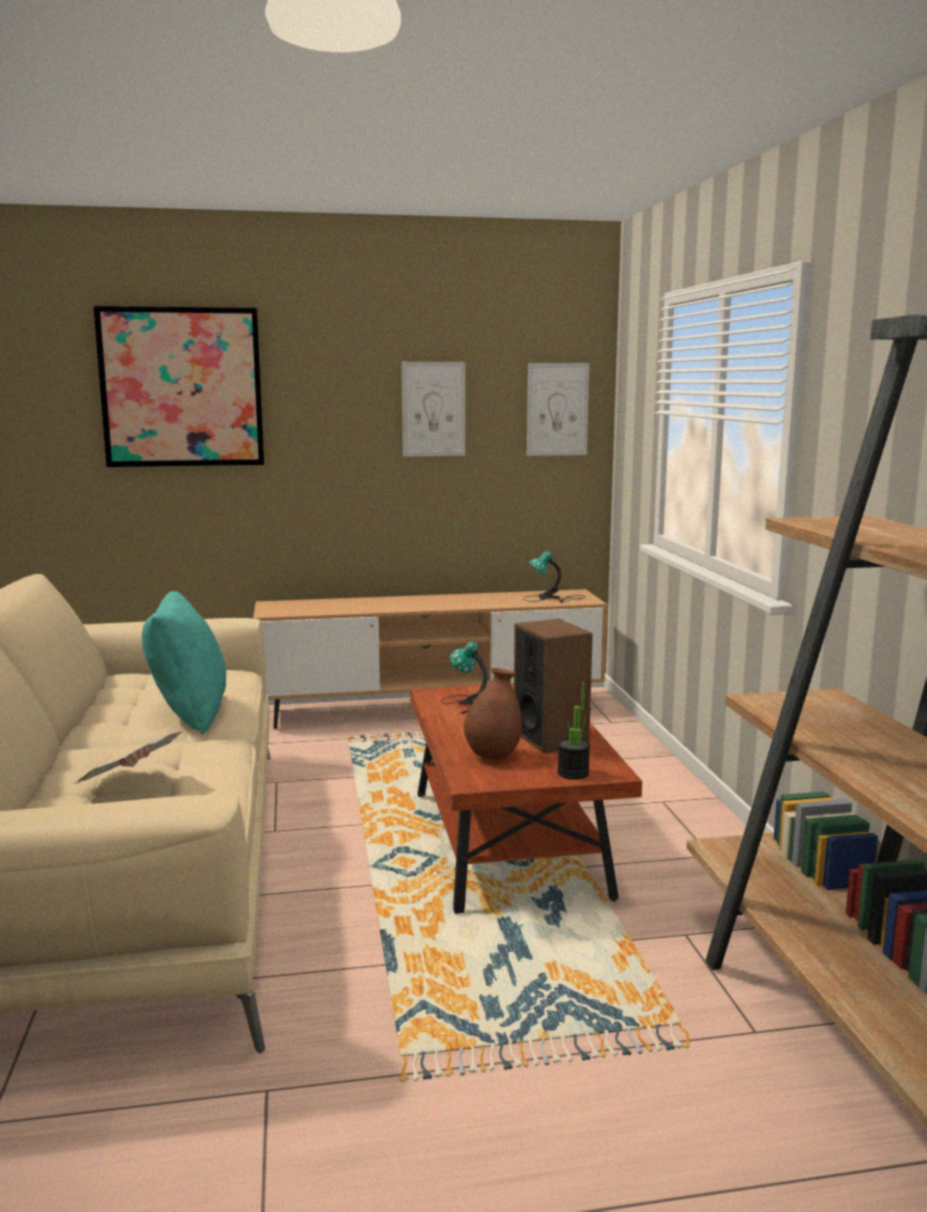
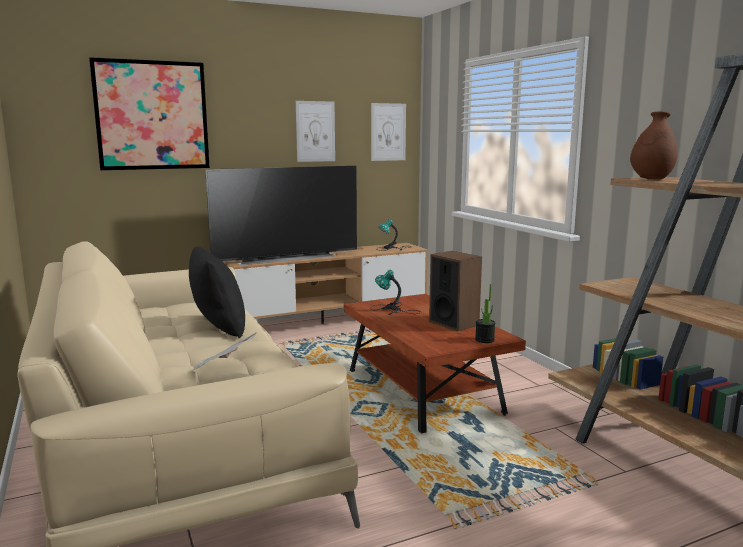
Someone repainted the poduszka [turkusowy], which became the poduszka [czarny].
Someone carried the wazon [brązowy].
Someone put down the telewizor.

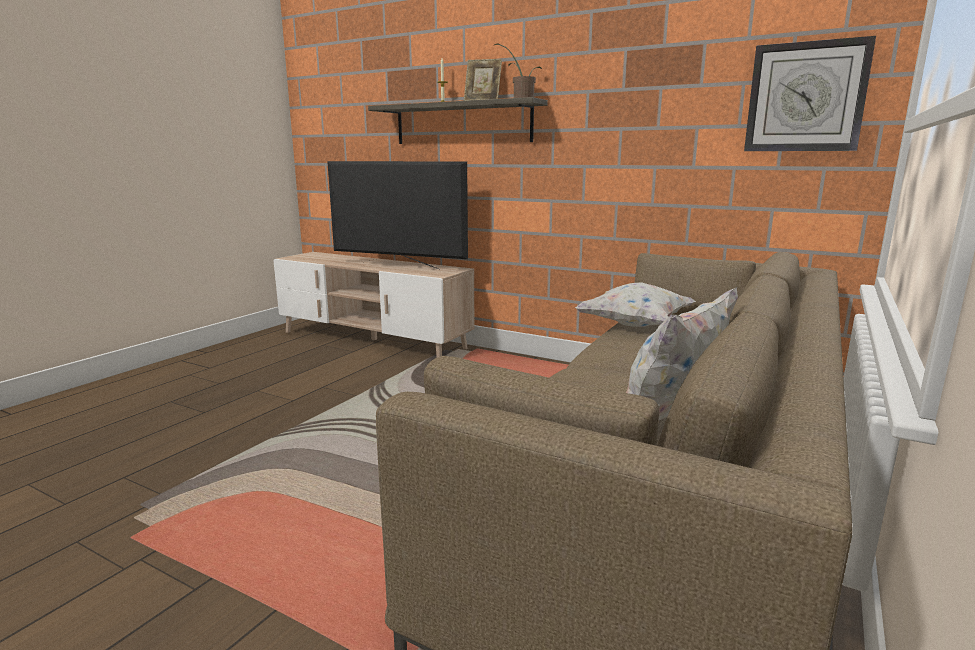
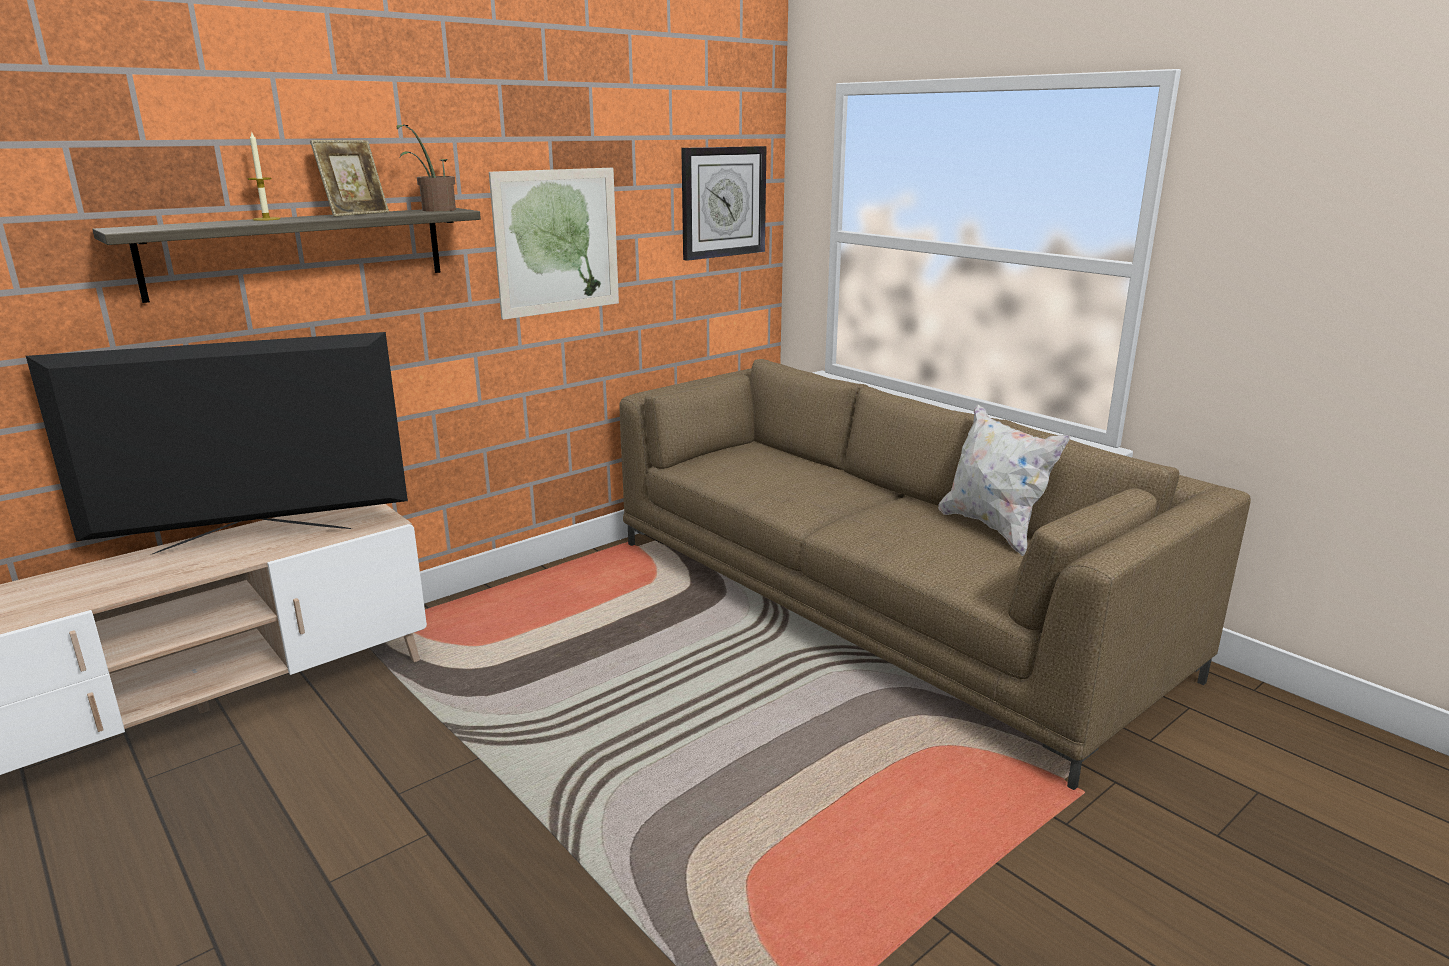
Someone rotated the telewizor by 150 degrees counterclockwise.
Someone took away the poduszka [biały] (no. 1 from left).
Someone put up the obraz.

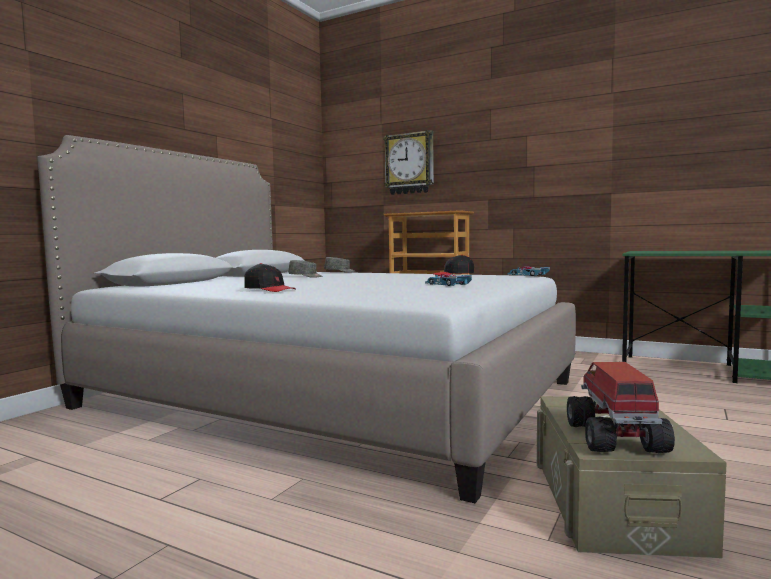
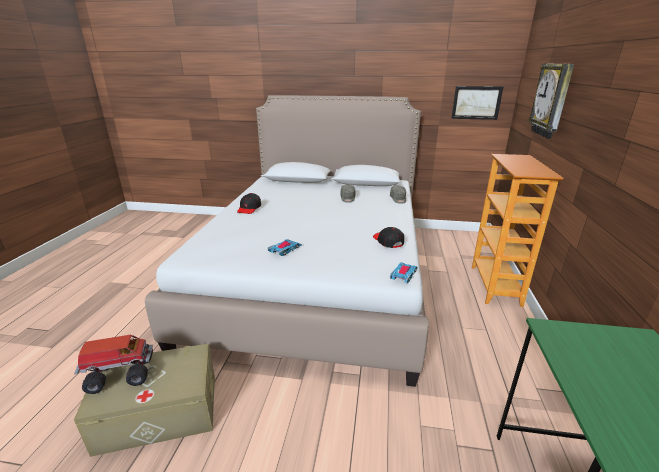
Someone put up the obraz.

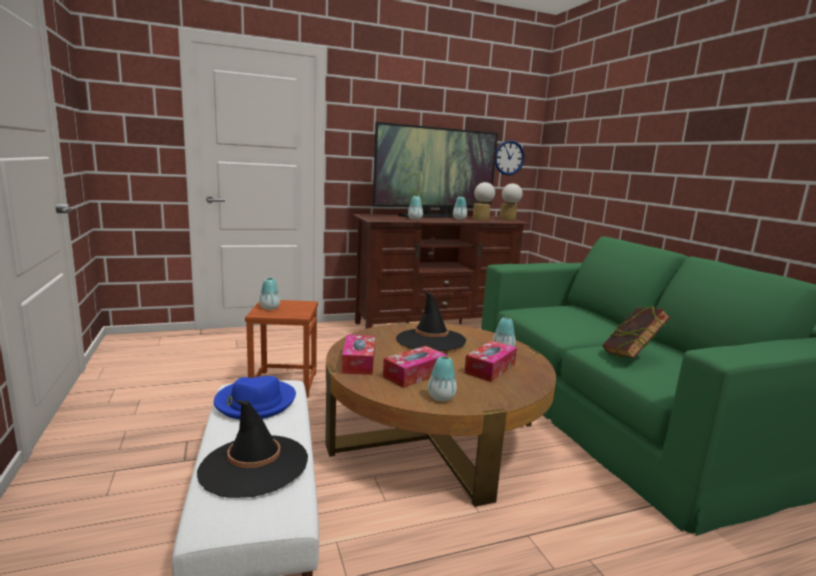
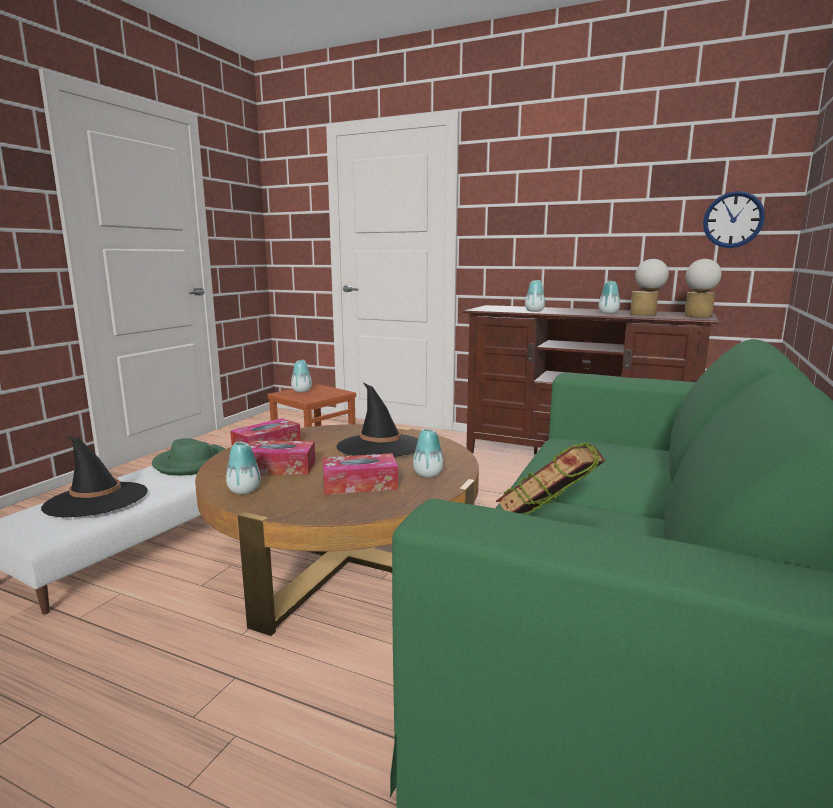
Someone took away the telewizor.
Someone repainted the kapelusz [niebieski], which became the kapelusz [zielony].

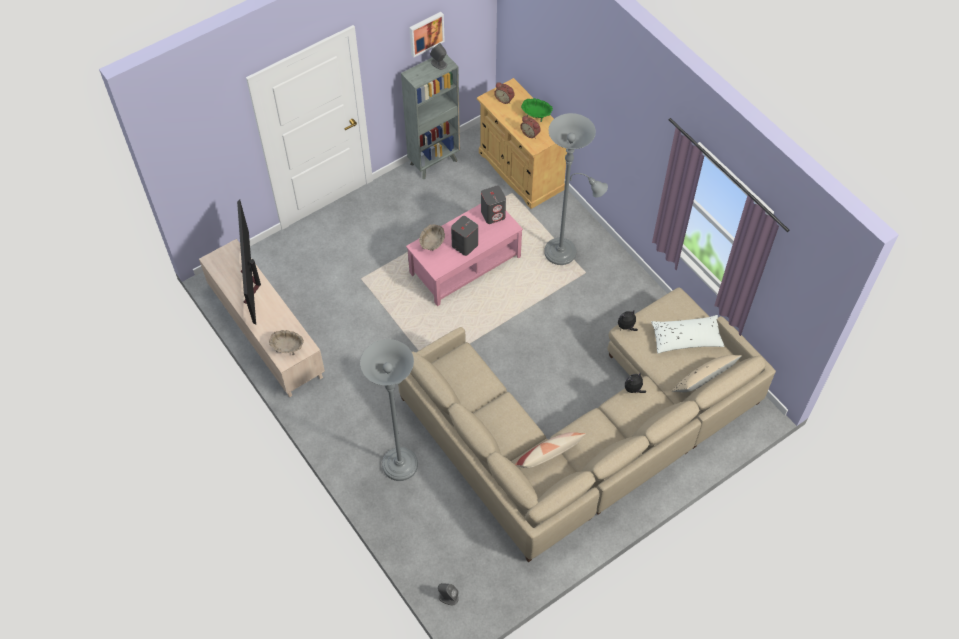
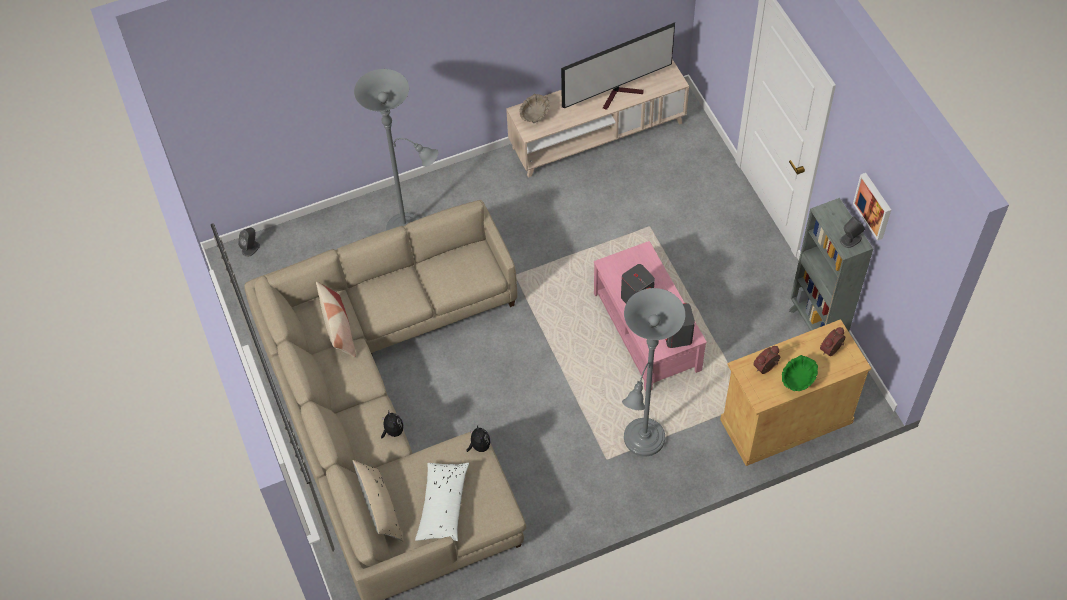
Someone rotated the telewizor by 150 degrees clockwise.
Someone took away the miska [beżowy] (no. 2 from left).

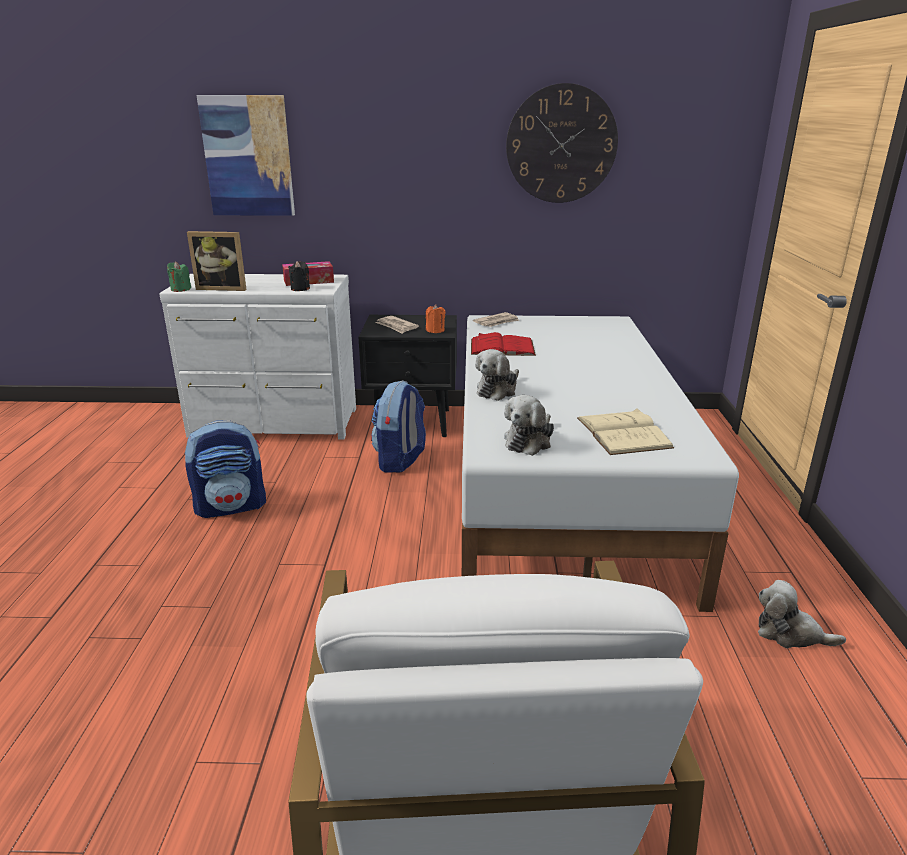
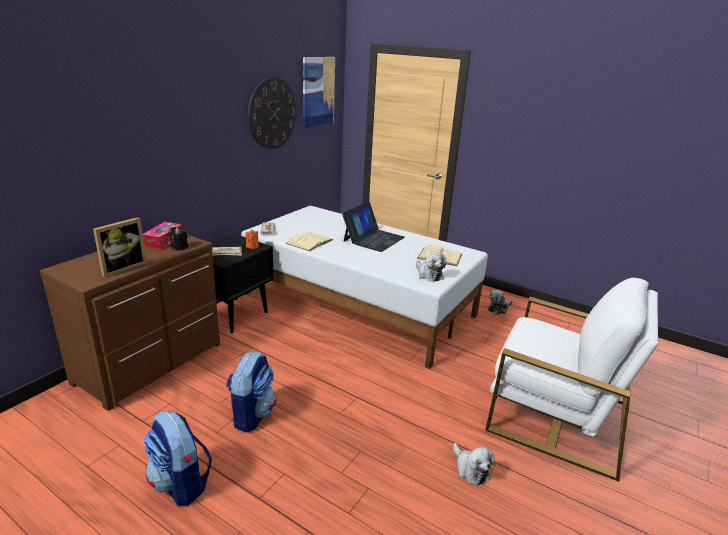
Someone carried the obraz.
Someone took away the świeca [zielony].
Someone repainted the komoda [biały], which became the komoda [brązowy].
Someone repainted the książka [czerwony], which became the książka [beżowy] (no. 1 from left).
Someone carried the pluszak (no. 1 from left in the first image).
Someone carried the plecak (no. 2 from left in the first image).
Someone put down the laptop.

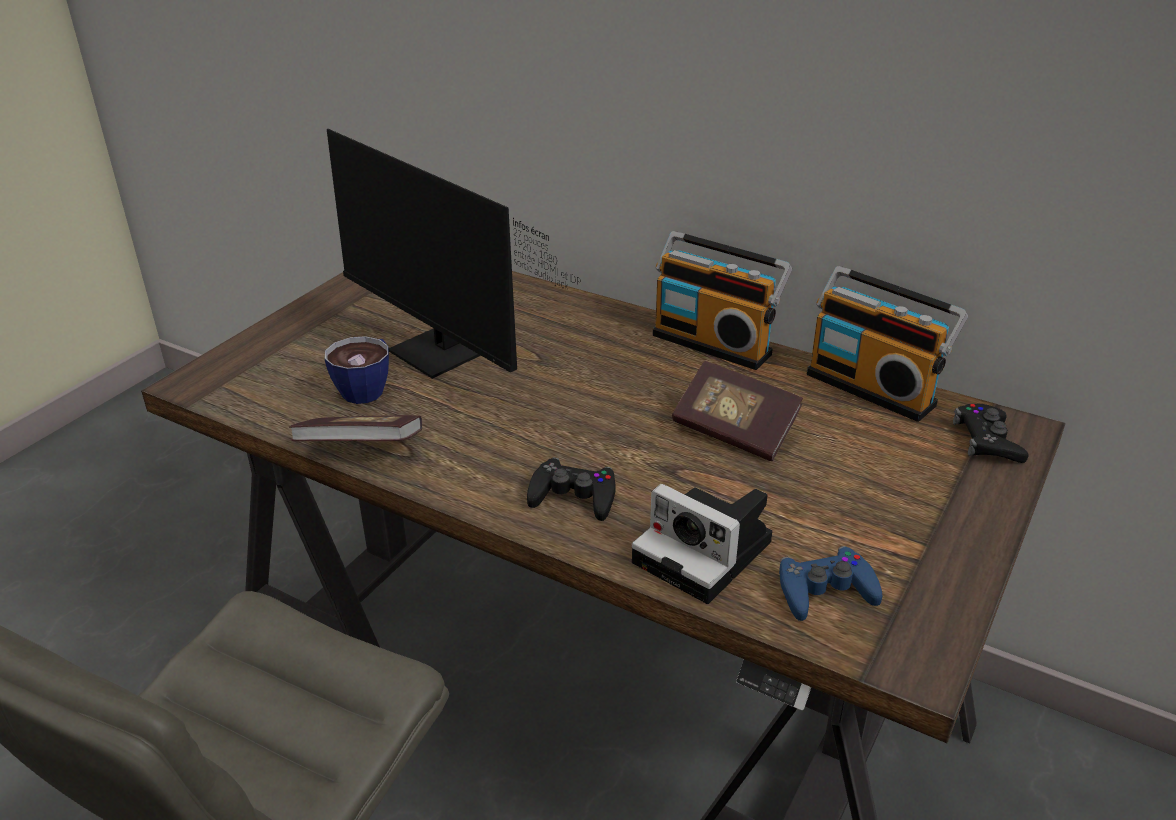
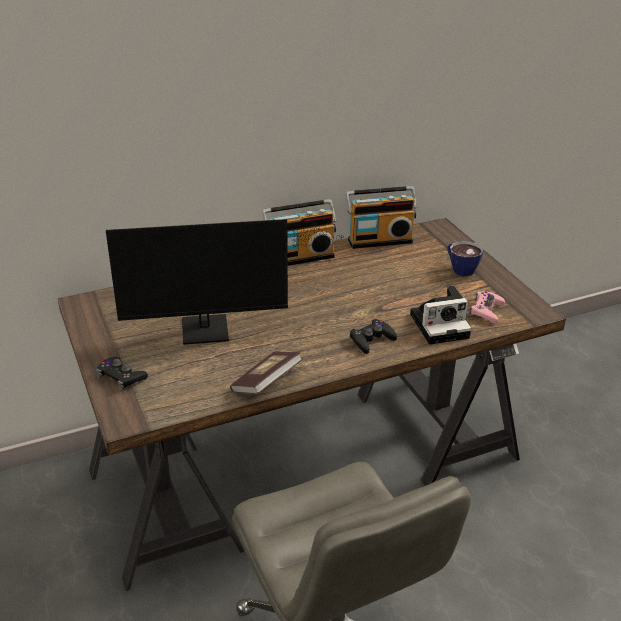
Someone carried the filiżanka.
Someone took away the książka (no. 2 from left).
Someone carried the pad do gier [czarny] (no. 2 from left in the first image).
Someone repainted the pad do gier [niebieski], which became the pad do gier [różowy].

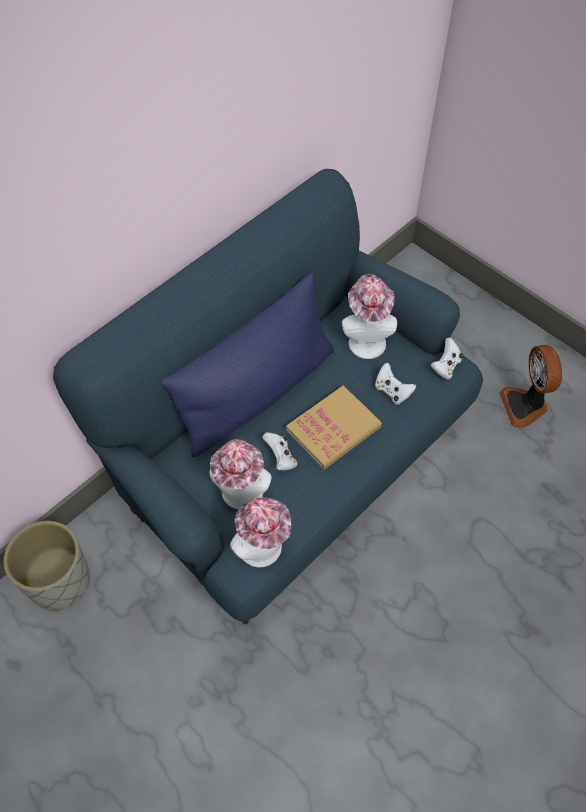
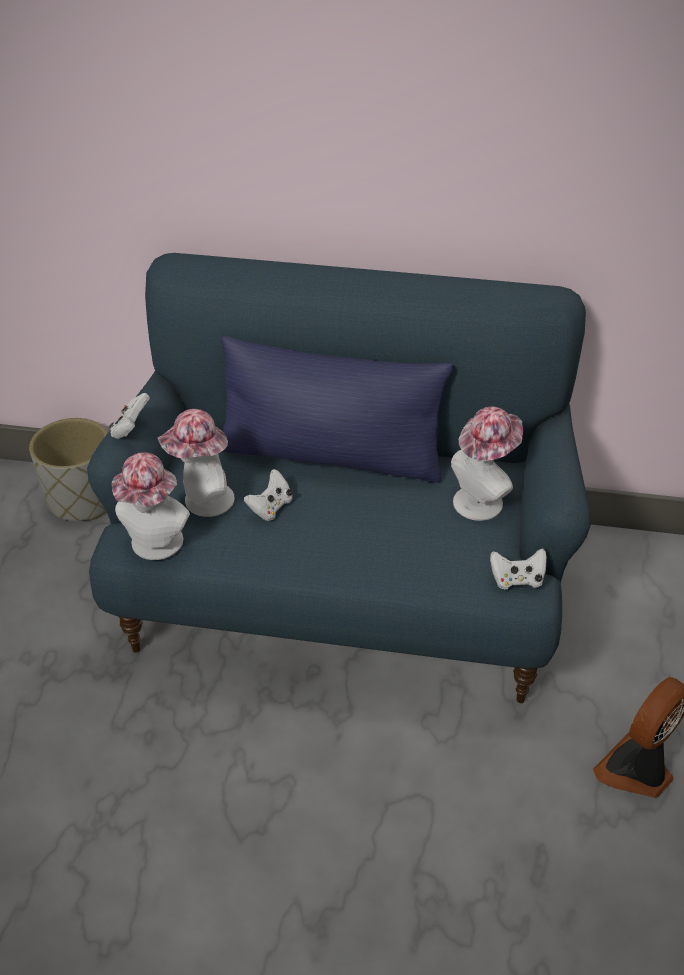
Someone carried the pad do gier [biały] (no. 2 from left in the first image).
Someone took away the książka.

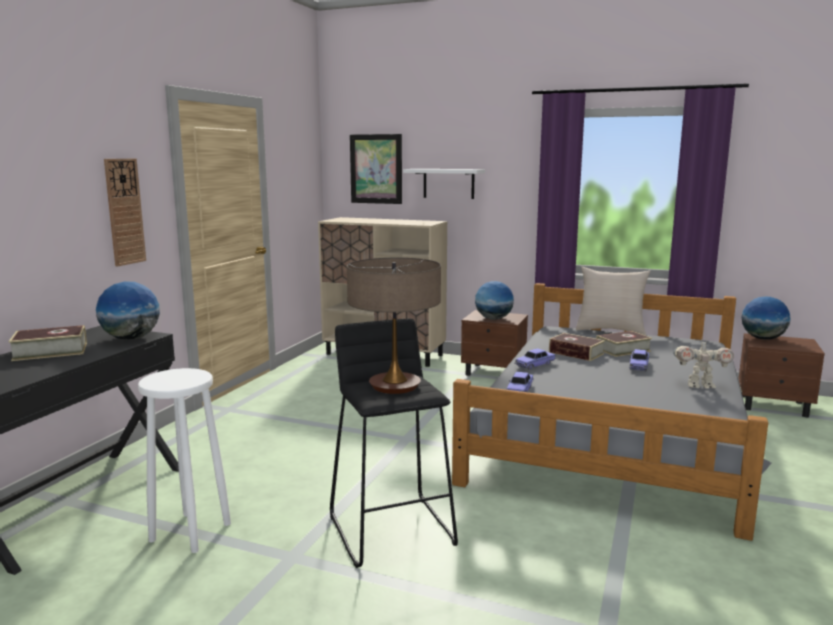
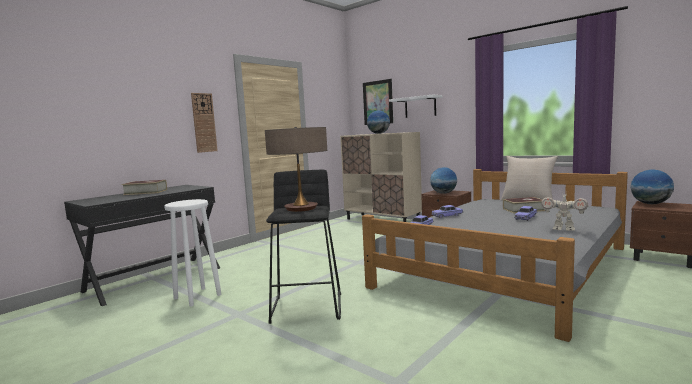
Someone carried the globus (no. 1 from left).
Someone took away the książka (no. 2 from left).

